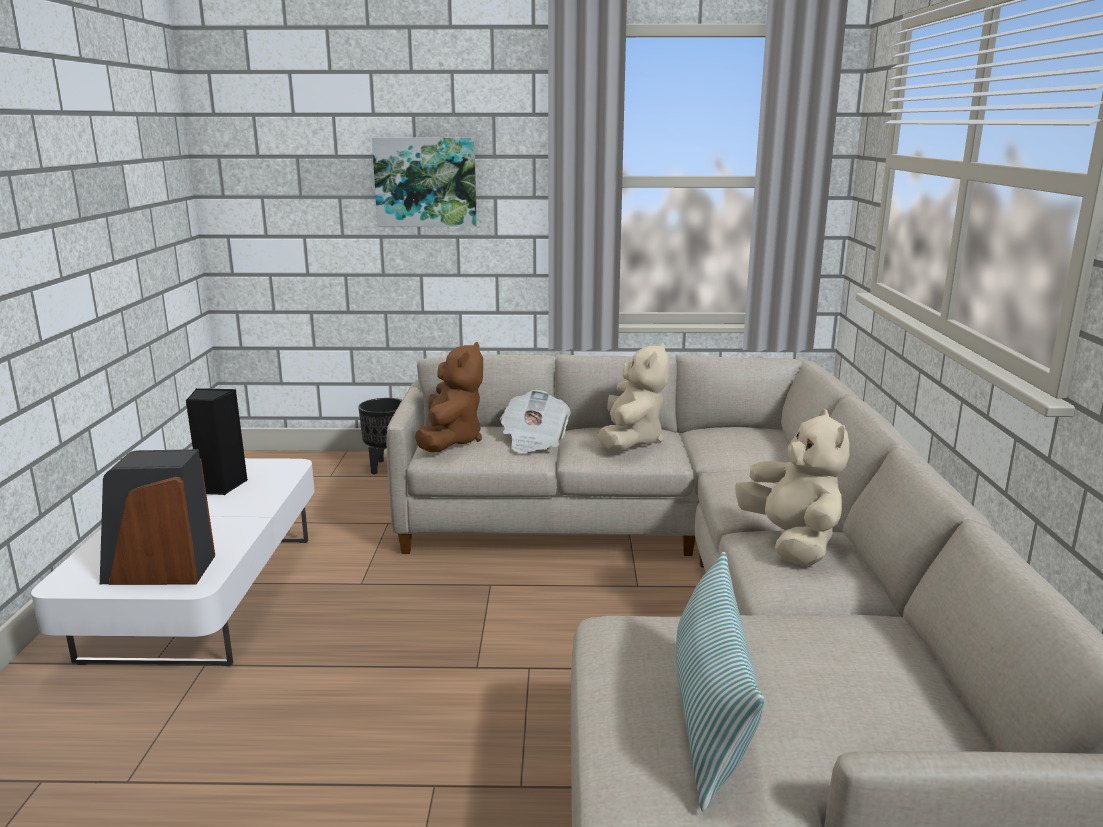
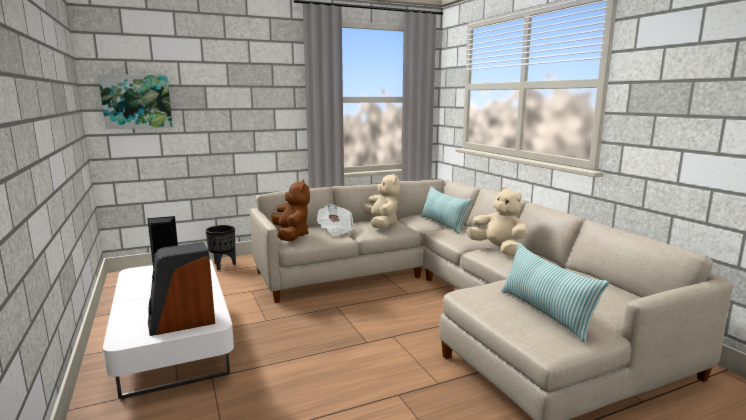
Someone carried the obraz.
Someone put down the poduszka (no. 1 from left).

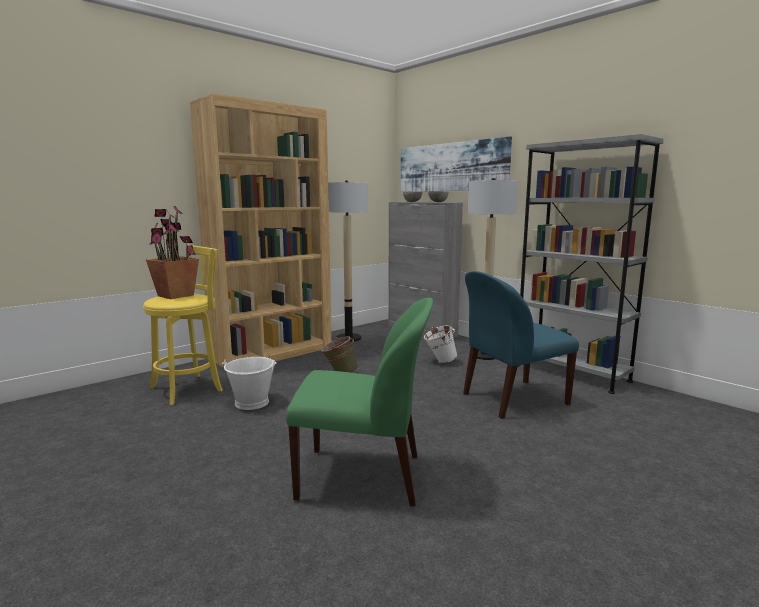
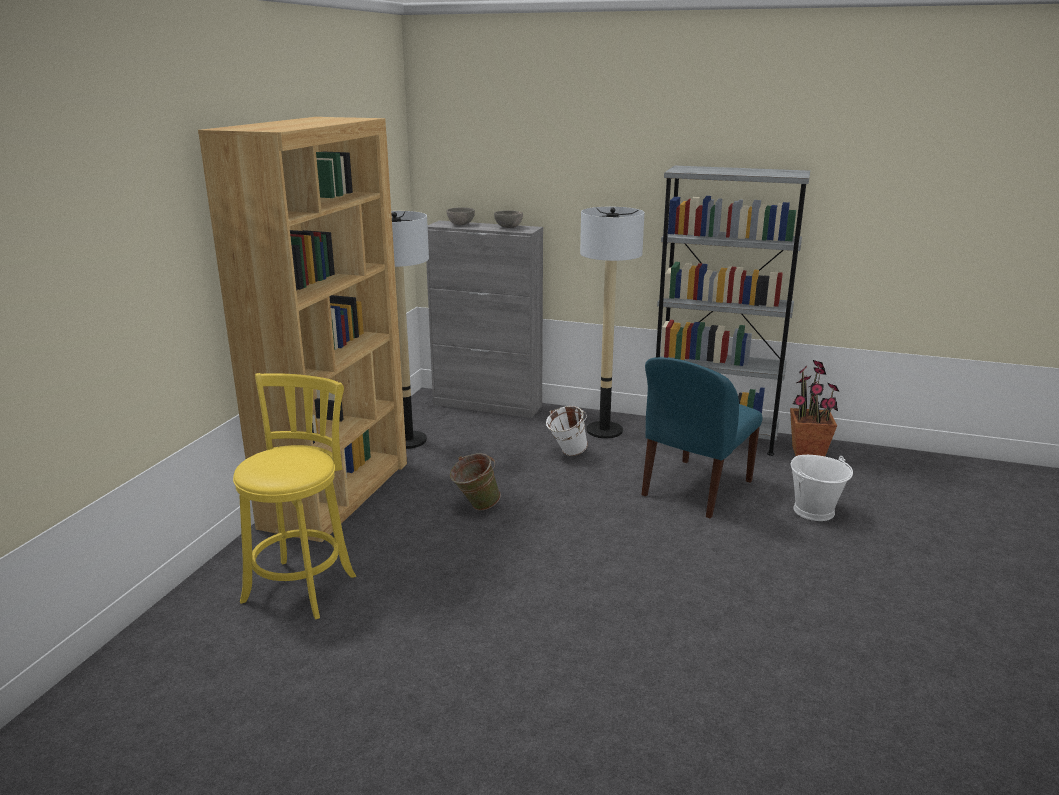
Someone took away the obraz.
Someone carried the roślina doniczkowa.
Someone took away the krzesło [zielony].
Someone carried the wiadro [biały] (no. 1 from left in the first image).

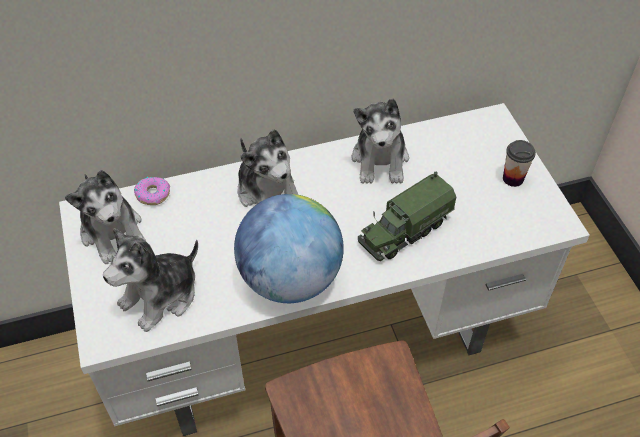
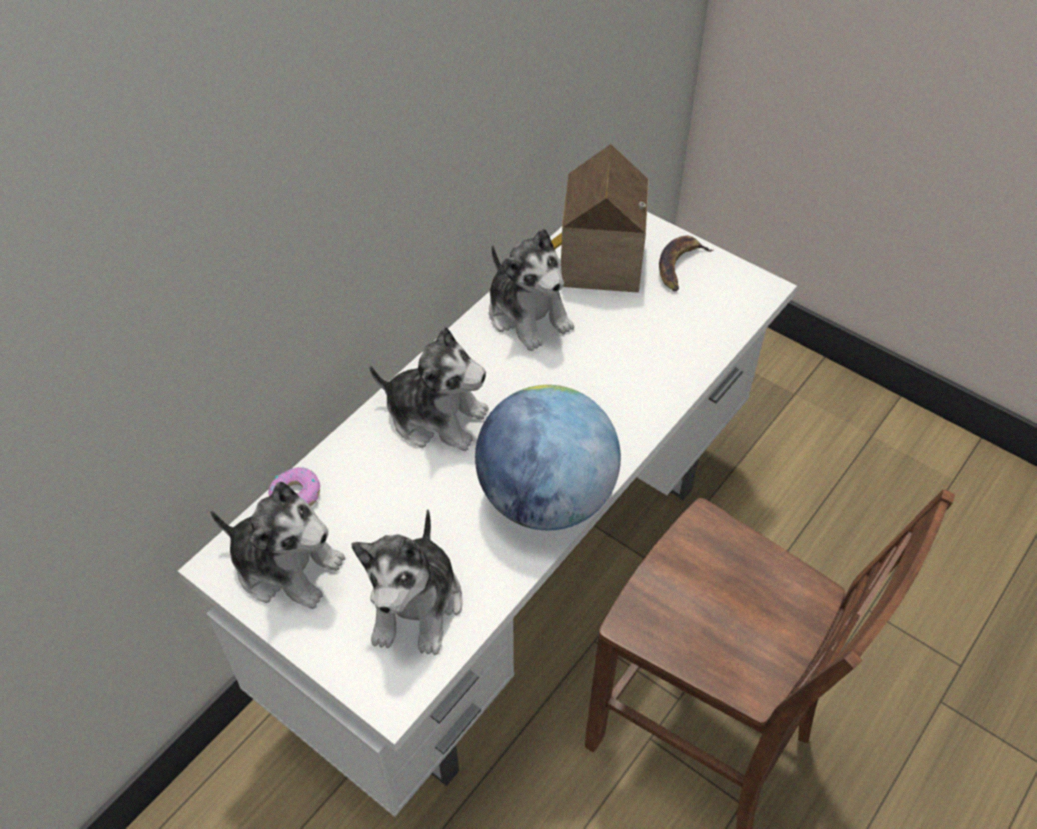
Someone swapped the filiżanka for the banan.
Someone took away the ciężarówka zabawkowa.
Someone put down the domek.

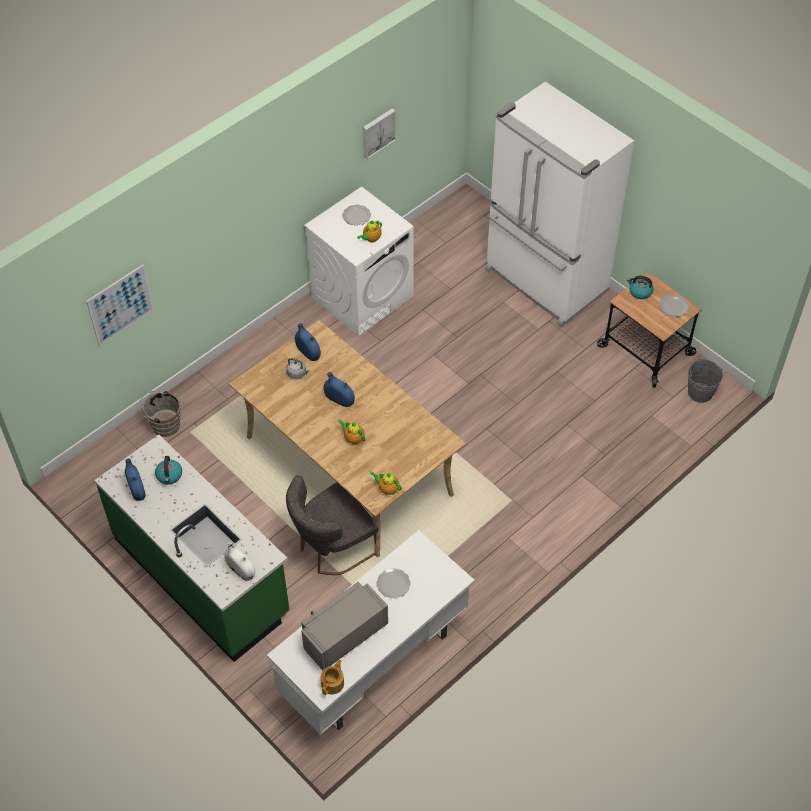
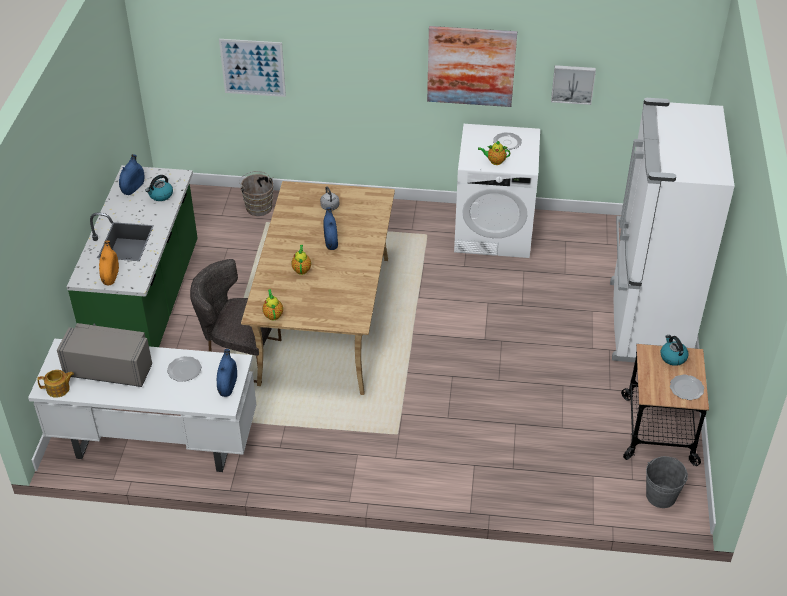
Someone carried the wazon [niebieski] (no. 2 from left).
Someone repainted the wazon [biały], which became the wazon [pomarańczowy].
Someone put up the obraz (no. 2 from left).

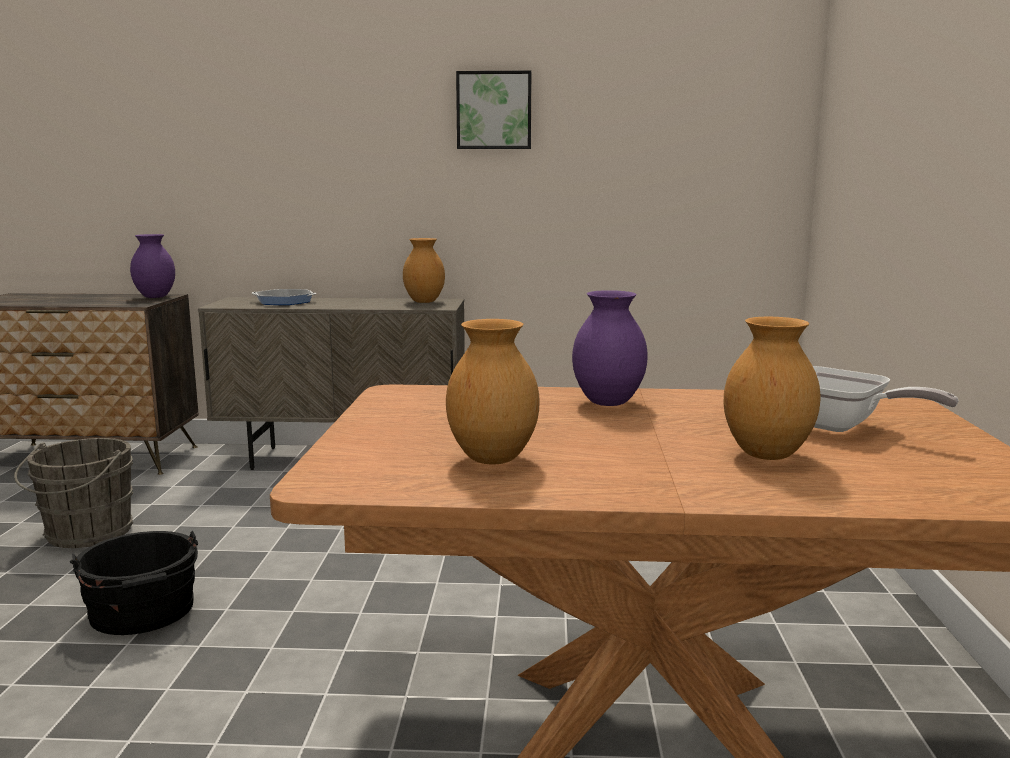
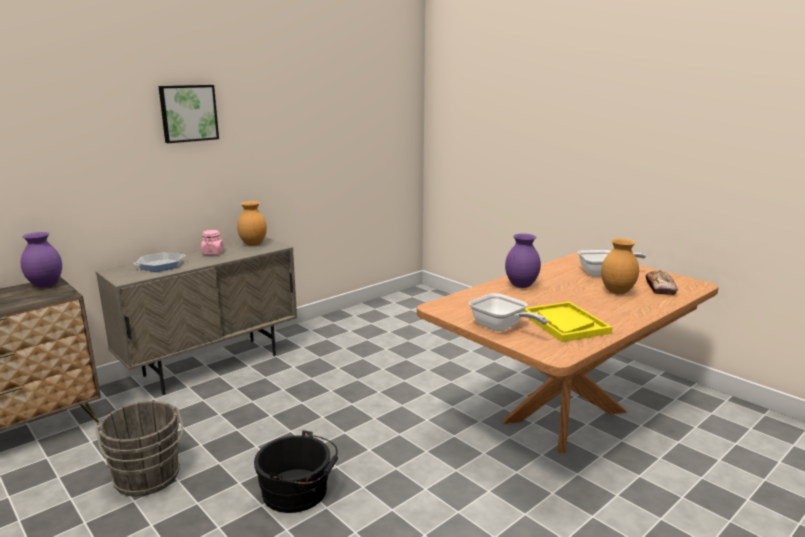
Someone carried the obraz.
Someone swapped the wazon [brązowy] (no. 2 from left) for the taca [żółty].
Someone put down the słoik [różowy].
Someone put down the chleb.
Someone put down the patelnia (no. 2 from left).

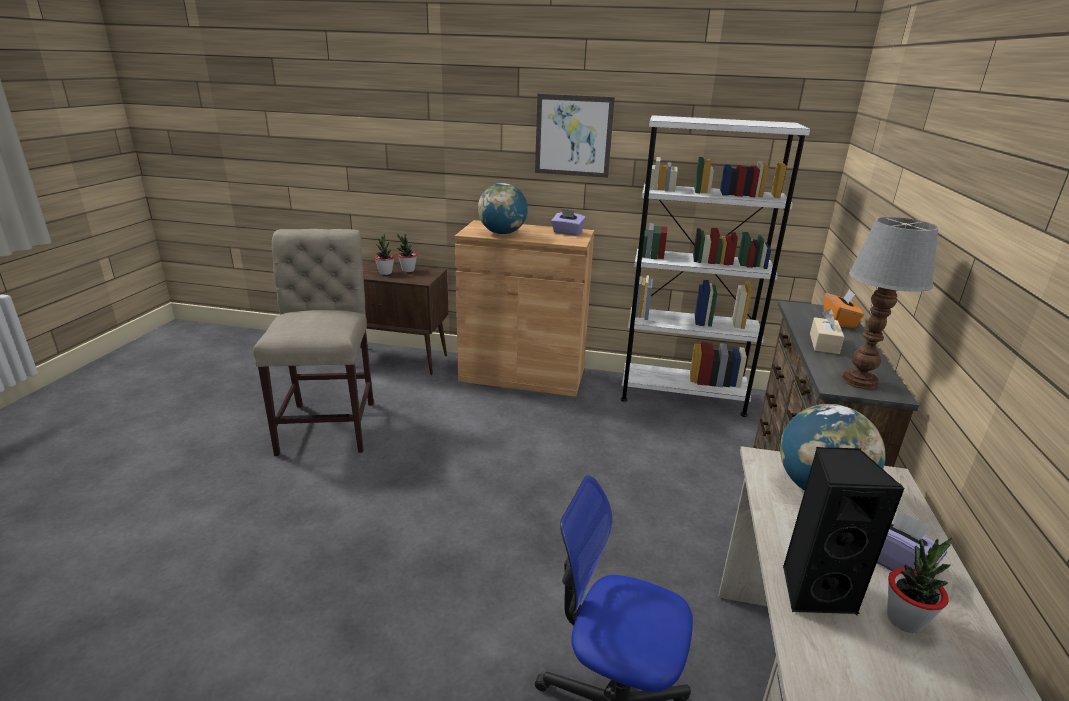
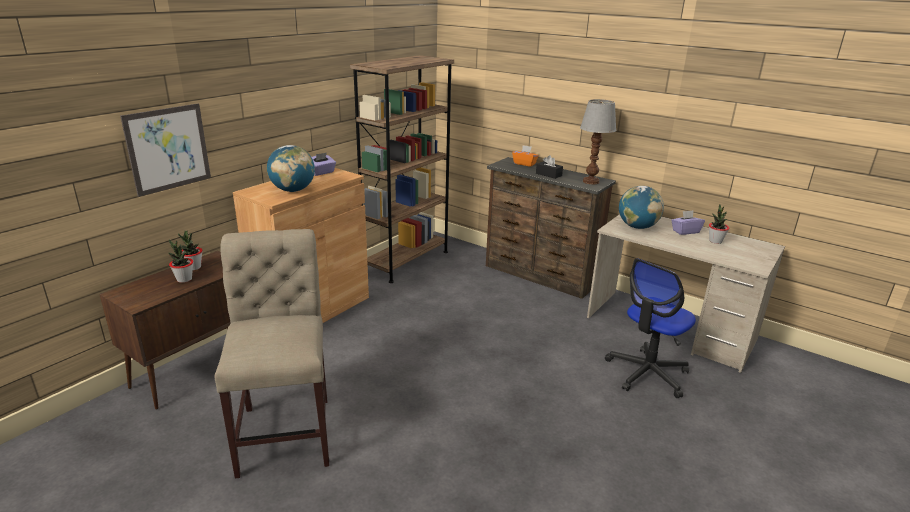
Someone carried the obraz.
Someone repainted the regał [biały], which became the regał [brązowy].
Someone rotated the krzesło [beżowy] by 60 degrees clockwise.
Someone repainted the pudełko chusteczek [beżowy], which became the pudełko chusteczek [czarny].
Someone took away the głośnik [czarny].

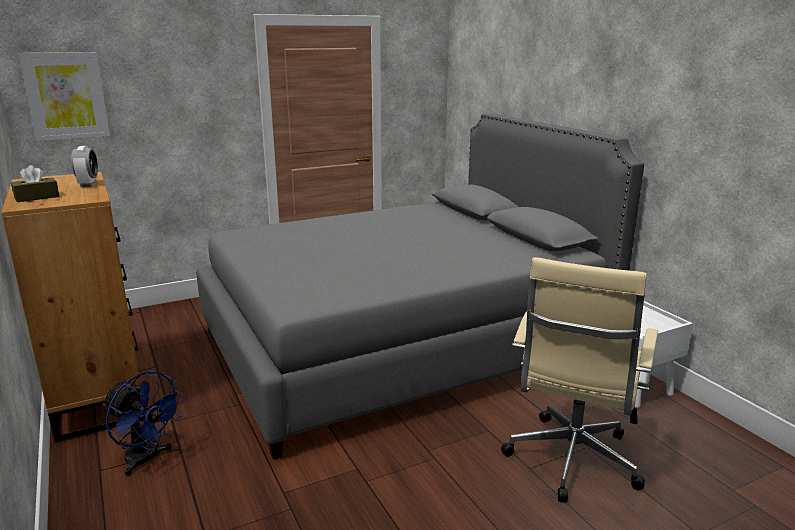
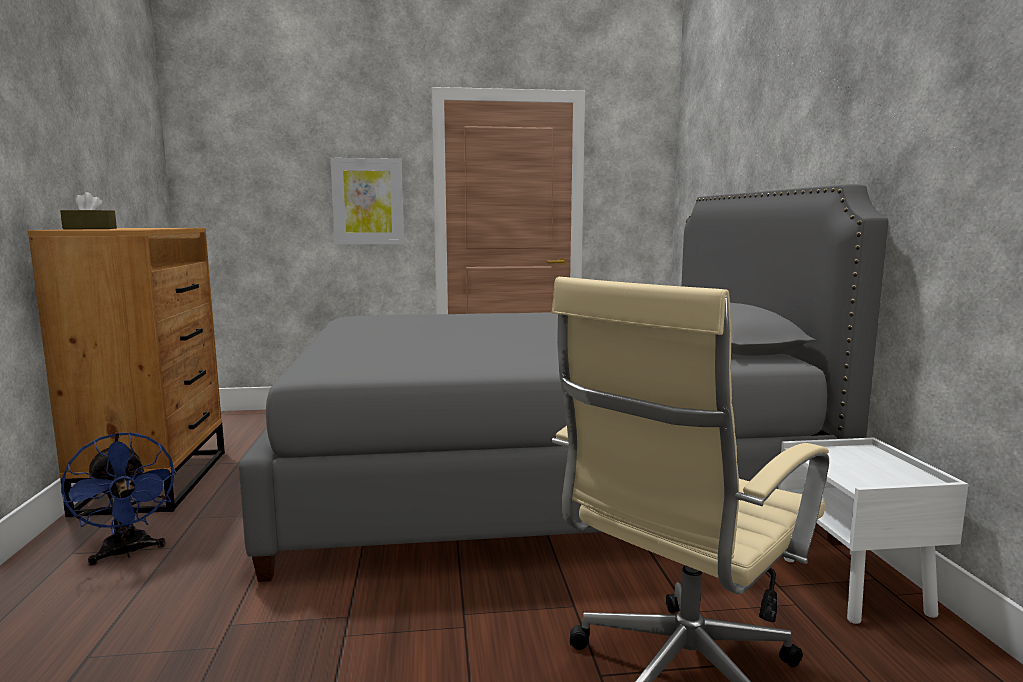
Someone carried the obraz.
Someone took away the budzik.

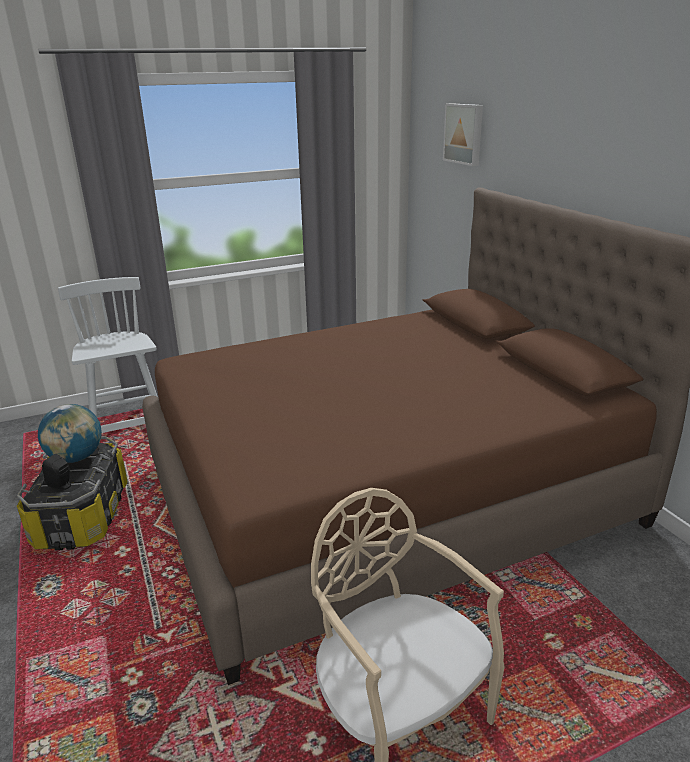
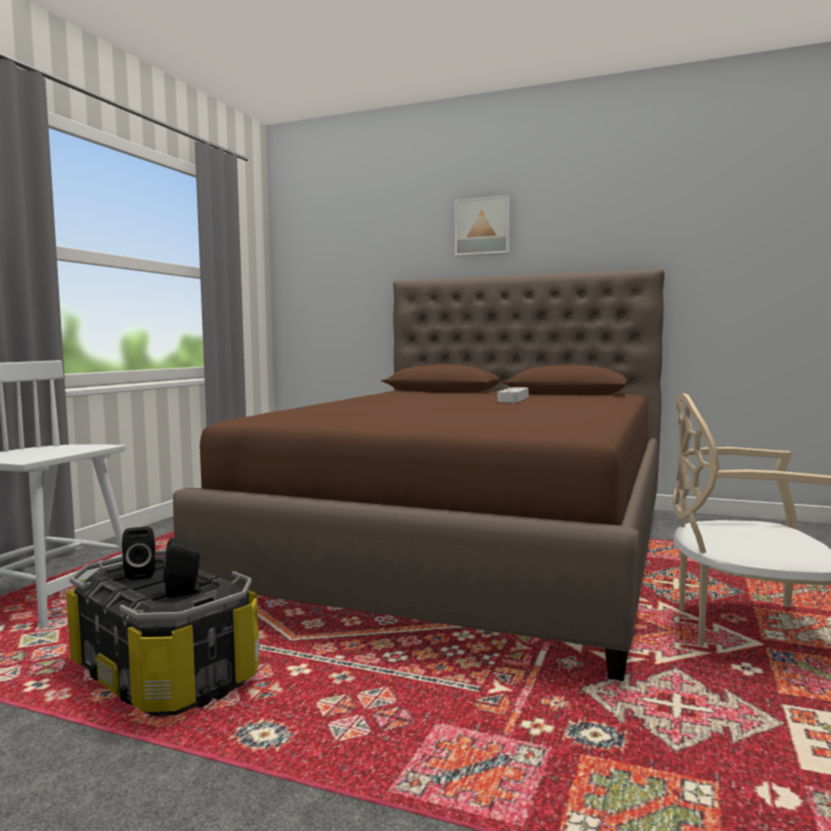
Someone carried the obraz.
Someone swapped the globus for the głośnik [czarny] (no. 1 from left).
Someone put down the taca [szary].

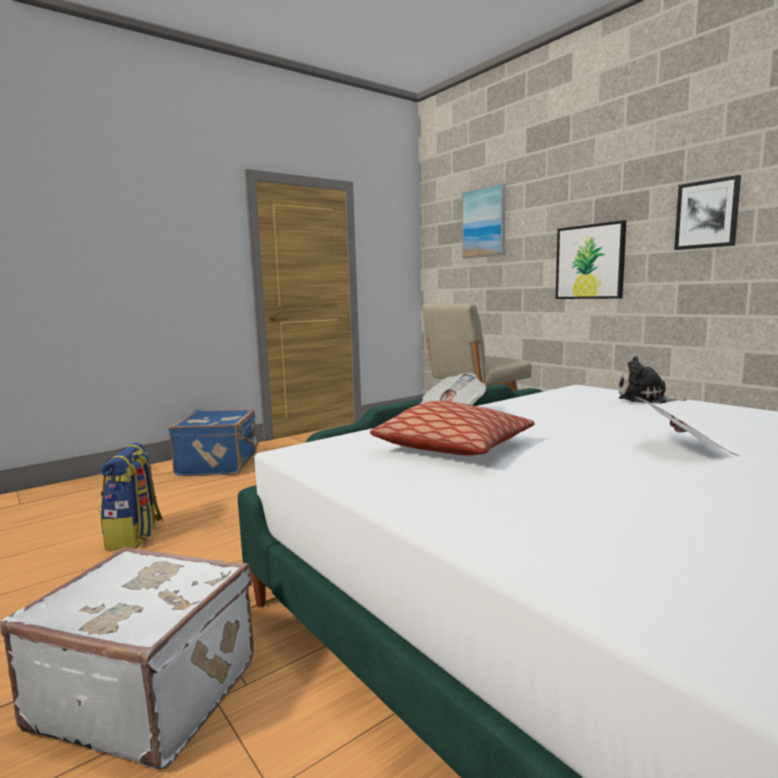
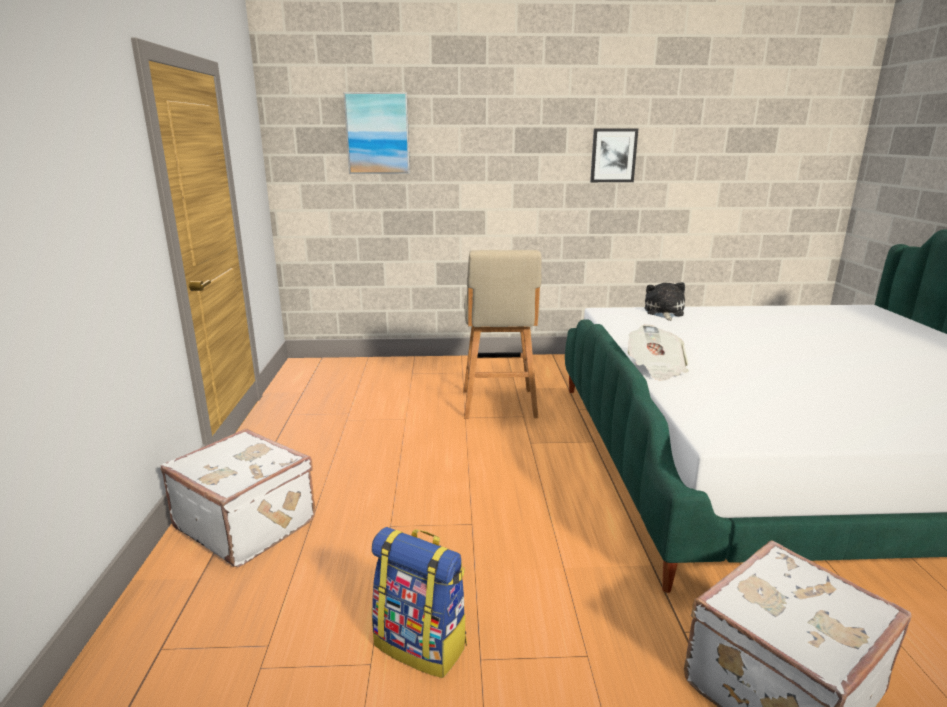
Someone took away the obraz (no. 2 from left).
Someone rotated the pluszak by 135 degrees clockwise.
Someone took away the gazeta (no. 2 from left).
Someone took away the poduszka.
Someone repainted the walizka [niebieski], which became the walizka [biały] (no. 1 from left).

